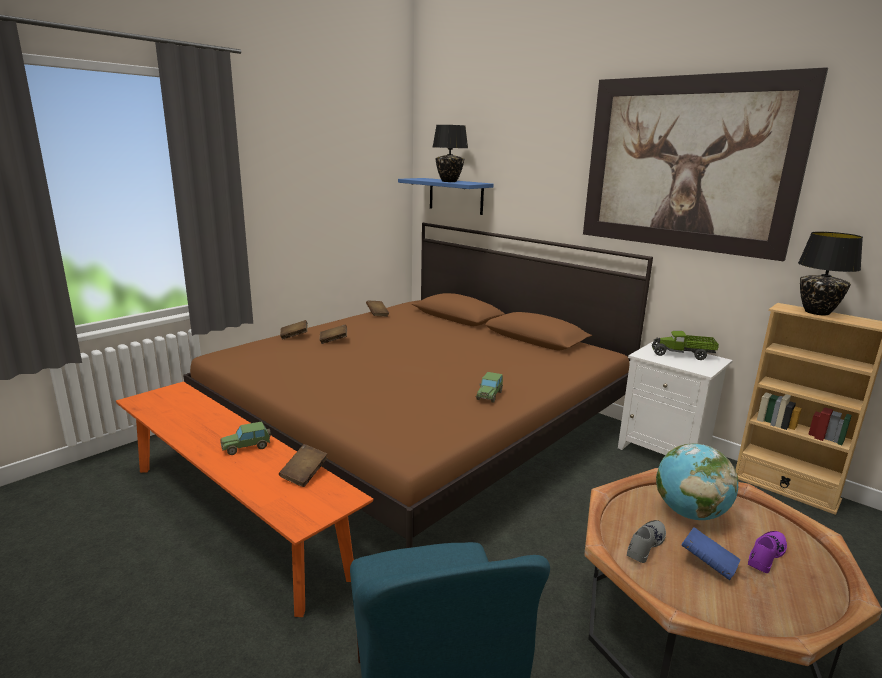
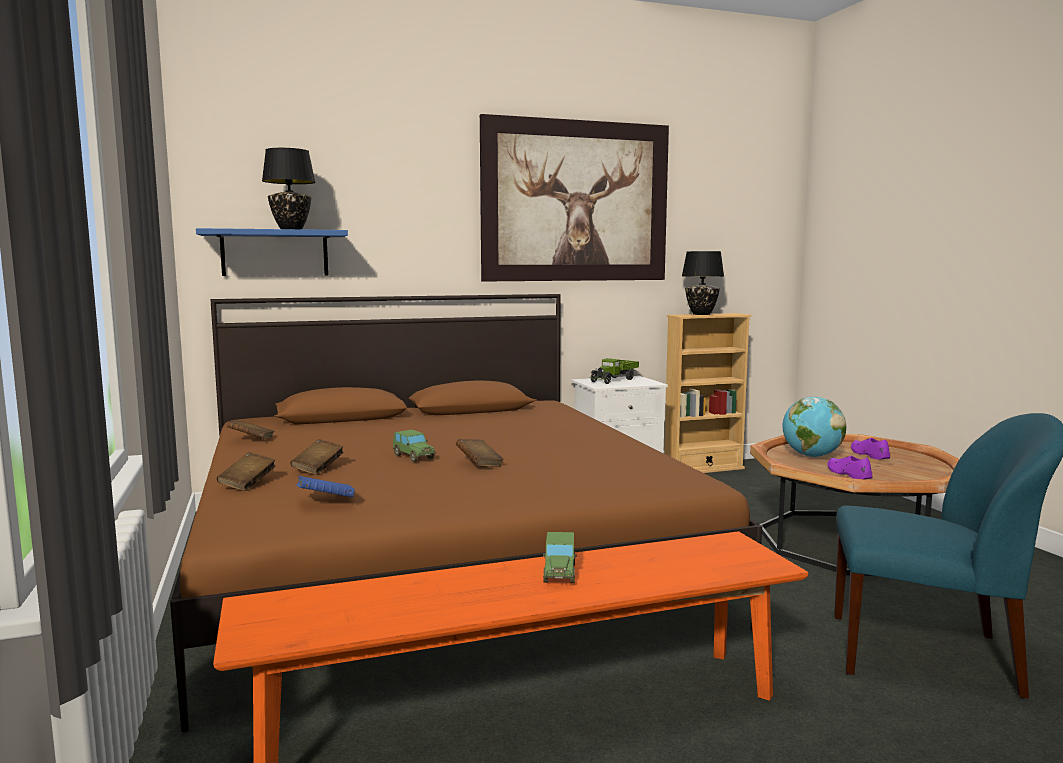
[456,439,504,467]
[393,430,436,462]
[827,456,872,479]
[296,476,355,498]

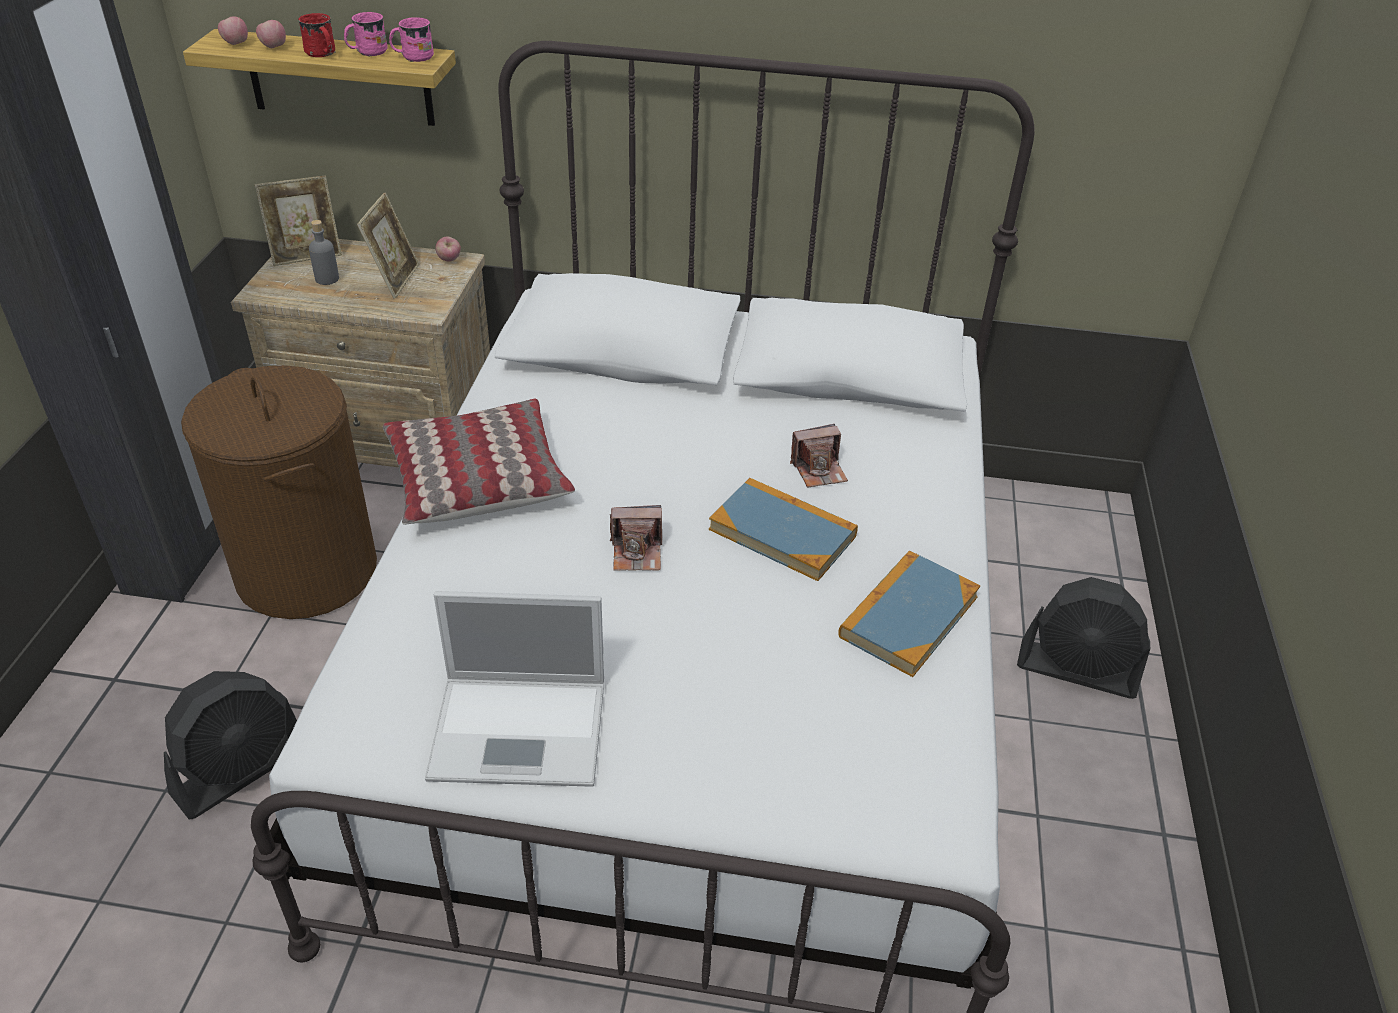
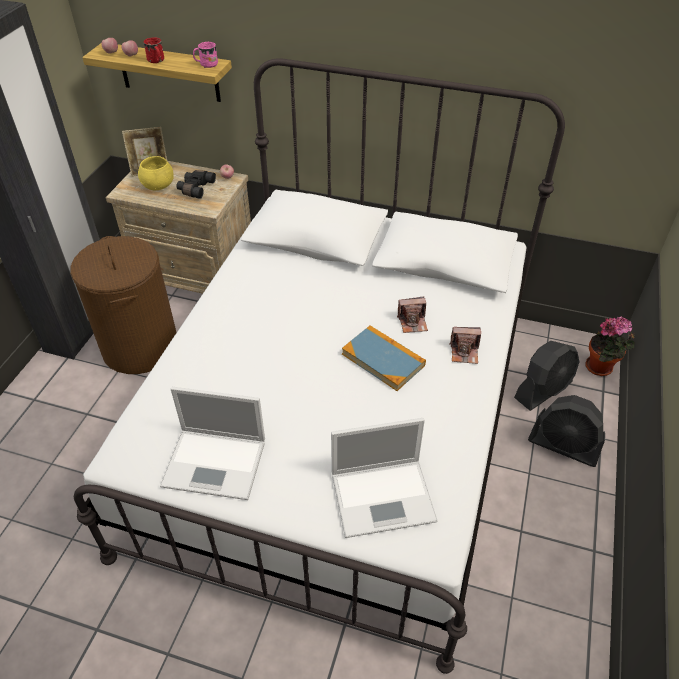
[514,341,579,411]
[138,156,174,190]
[344,12,388,57] (first image)
[176,170,216,199]
[383,399,575,525] (first image)
[449,327,481,364]
[838,551,980,677] (first image)
[331,418,438,538]
[585,316,635,376]

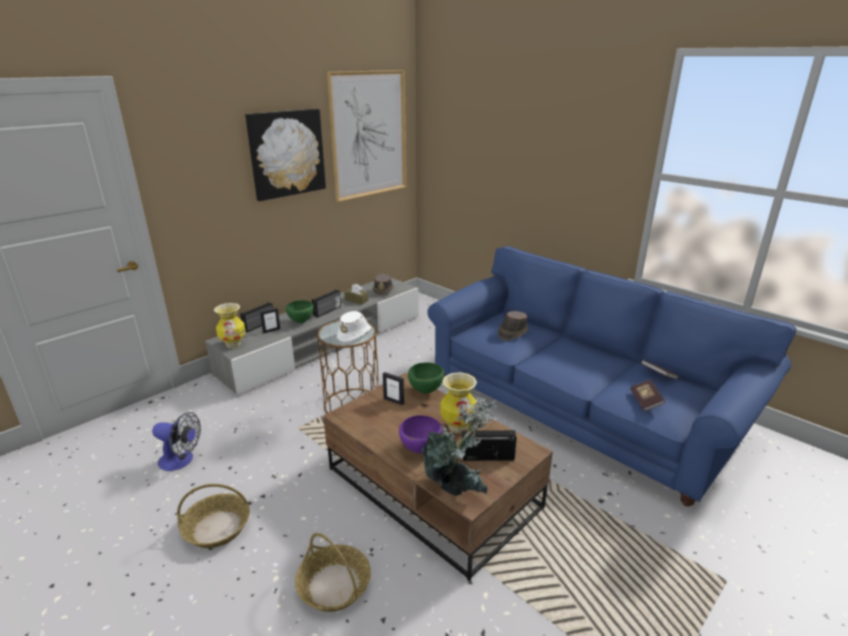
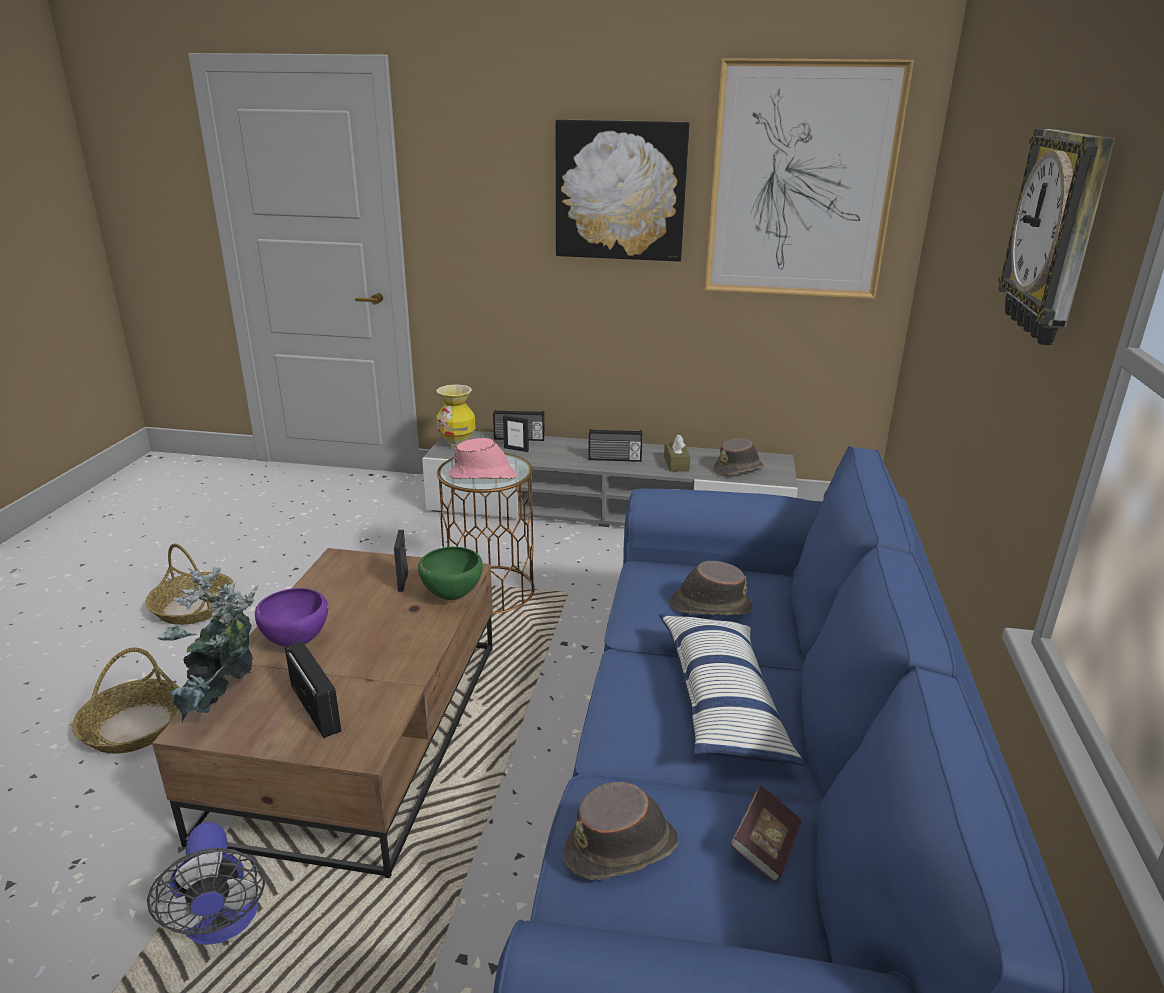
[147,822,265,945]
[286,300,314,323] (first image)
[449,438,517,479]
[440,372,477,434] (first image)
[563,782,679,880]
[659,614,805,765]
[998,129,1115,345]

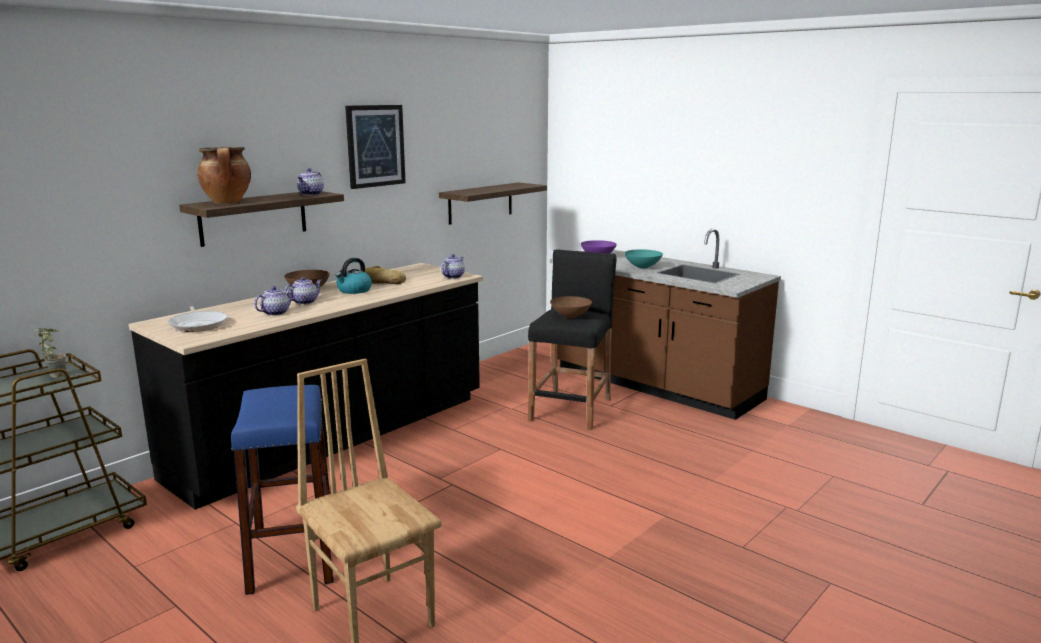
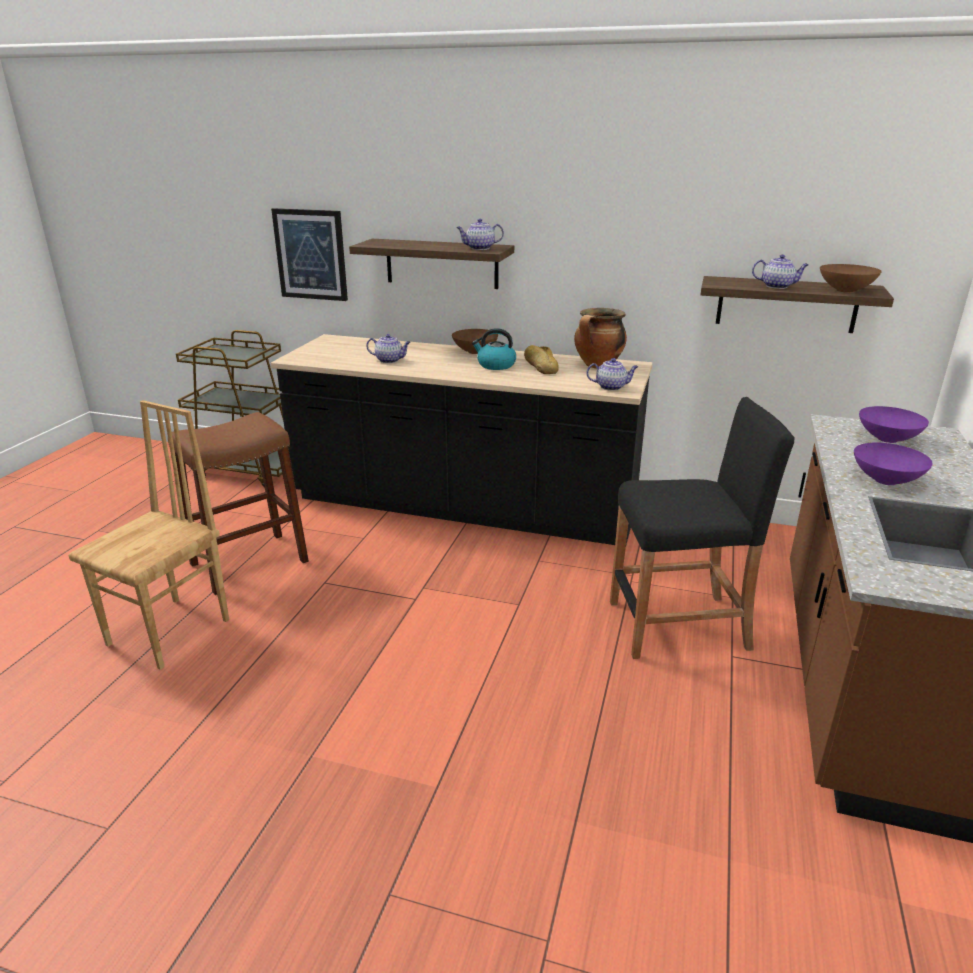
[33,328,66,378] (first image)
[168,306,227,332] (first image)
[574,308,627,368]
[168,412,309,595]
[752,255,809,289]
[271,208,348,301]
[820,264,882,293]
[854,443,933,485]

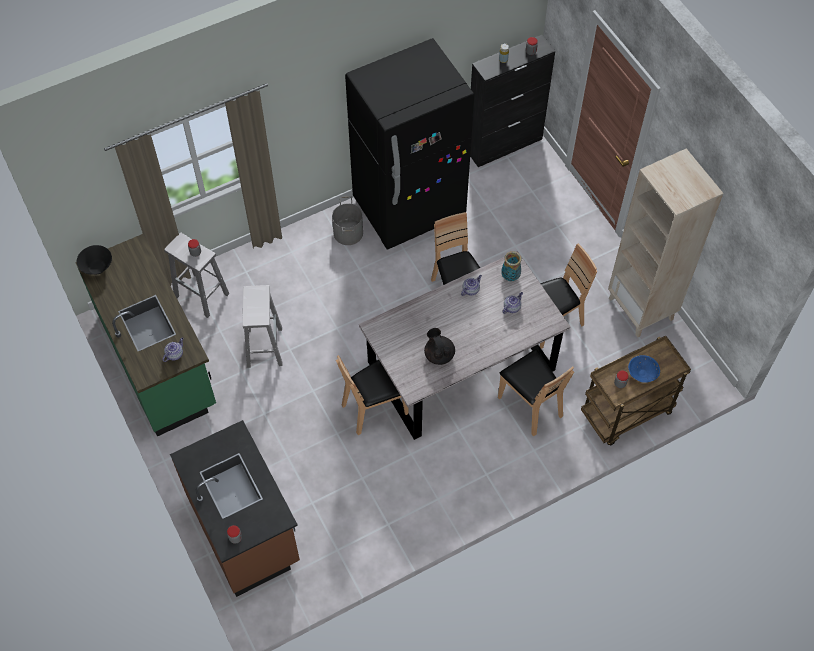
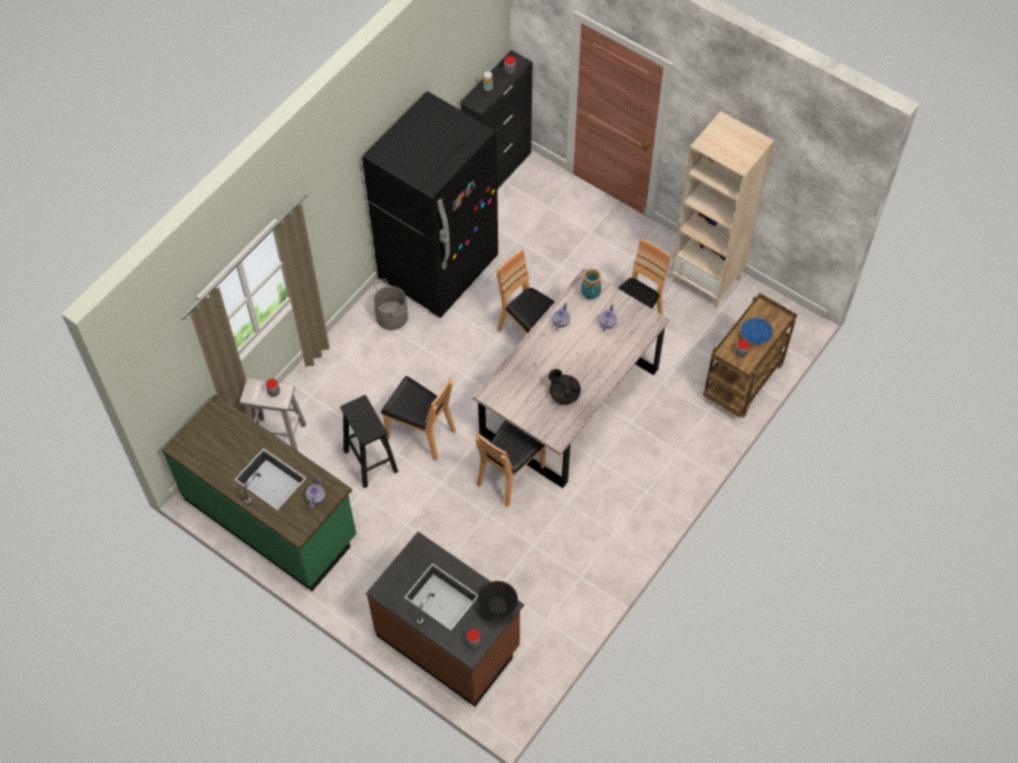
[477,581,518,619]
[340,395,398,488]
[381,376,456,460]

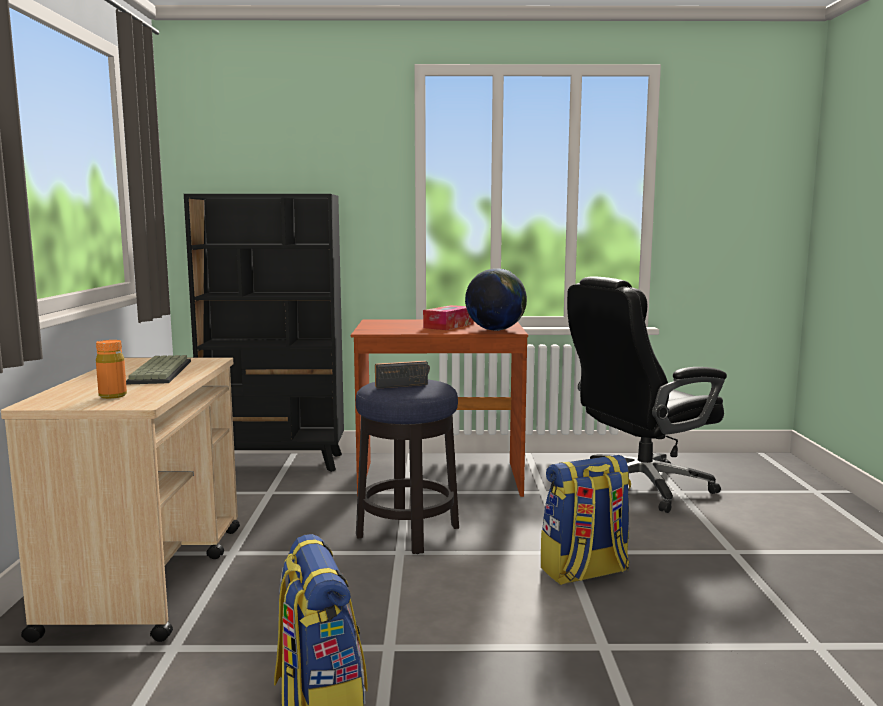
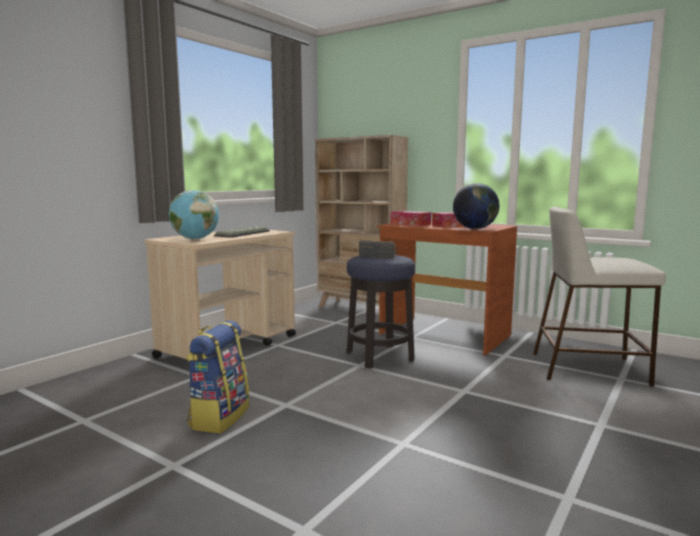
[169,190,219,240]
[315,135,408,307]
[541,455,631,585] (first image)
[533,206,666,387]
[391,211,431,226]

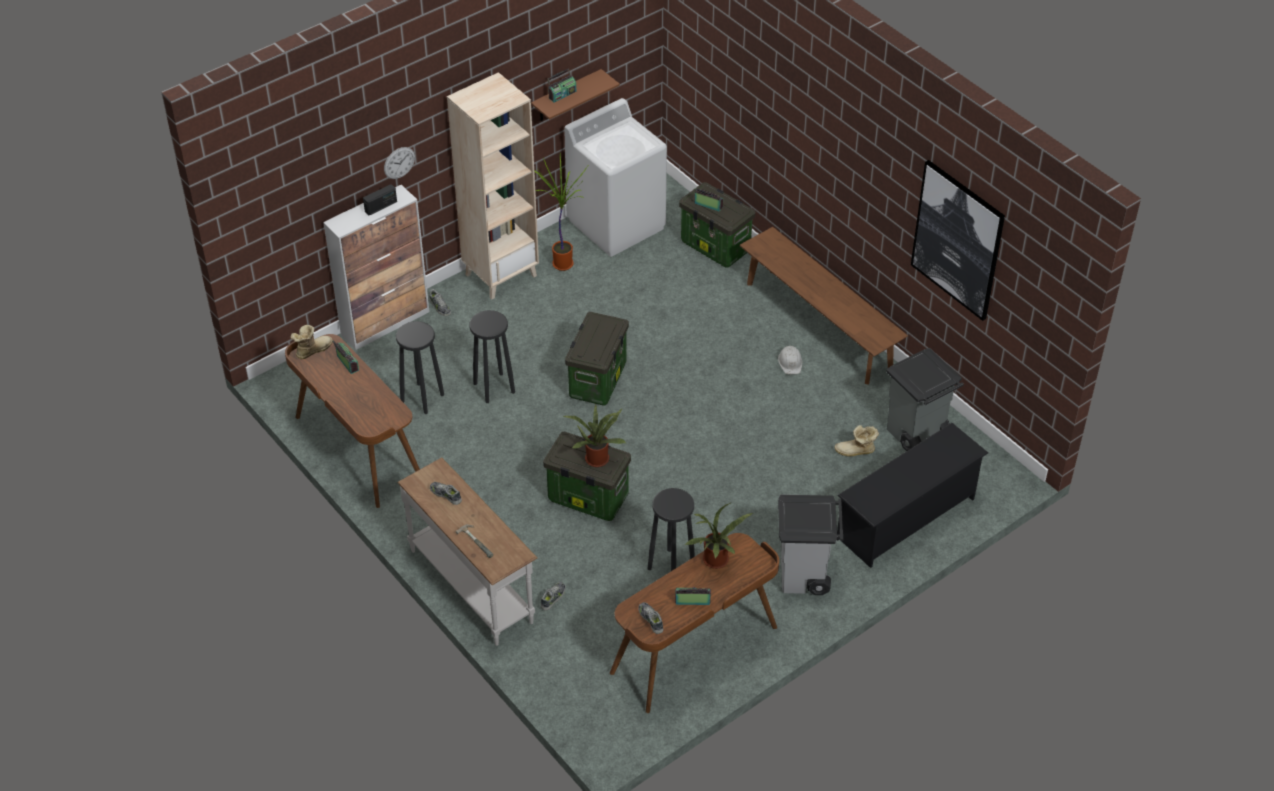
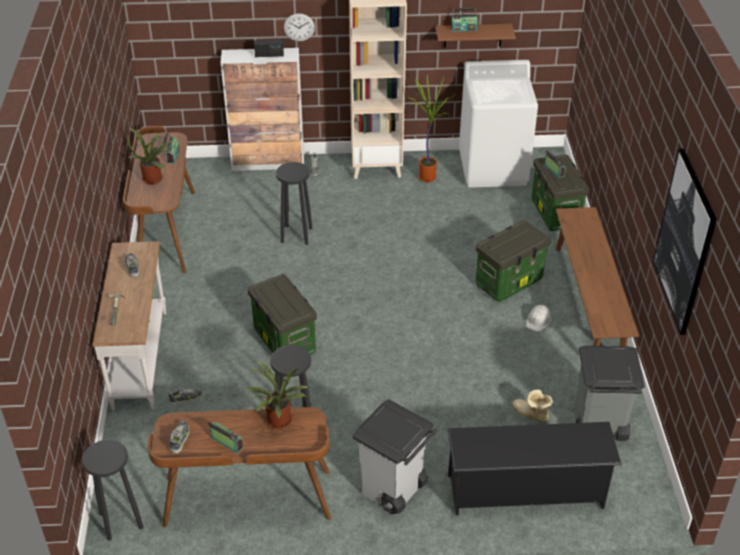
[290,325,333,359] (first image)
[82,440,144,540]
[127,128,174,185]
[476,220,551,302]

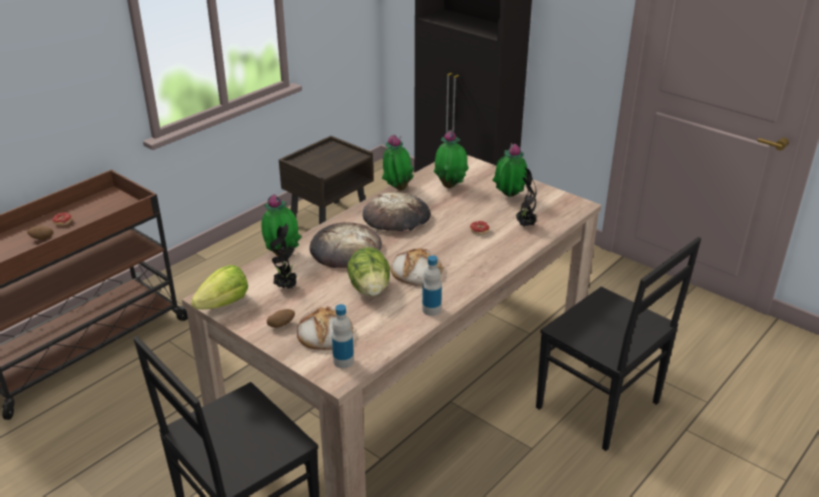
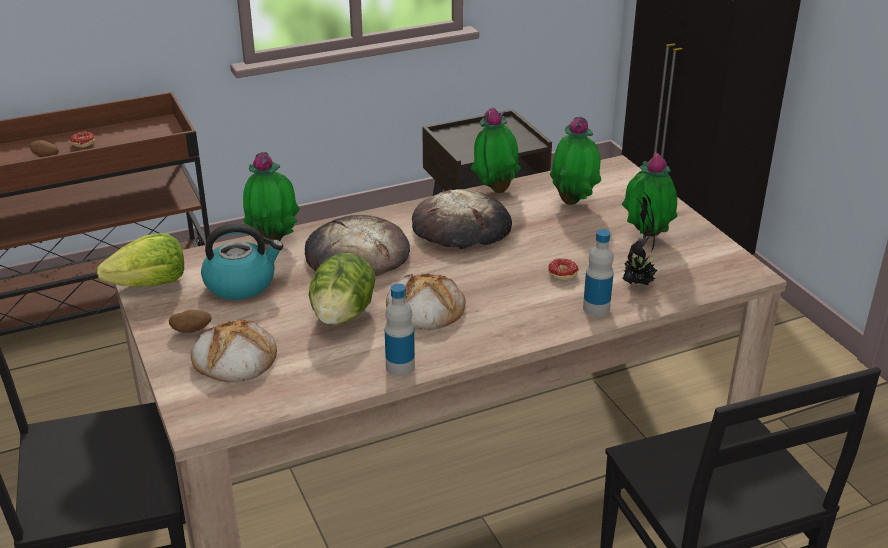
[201,223,283,300]
[583,229,614,317]

